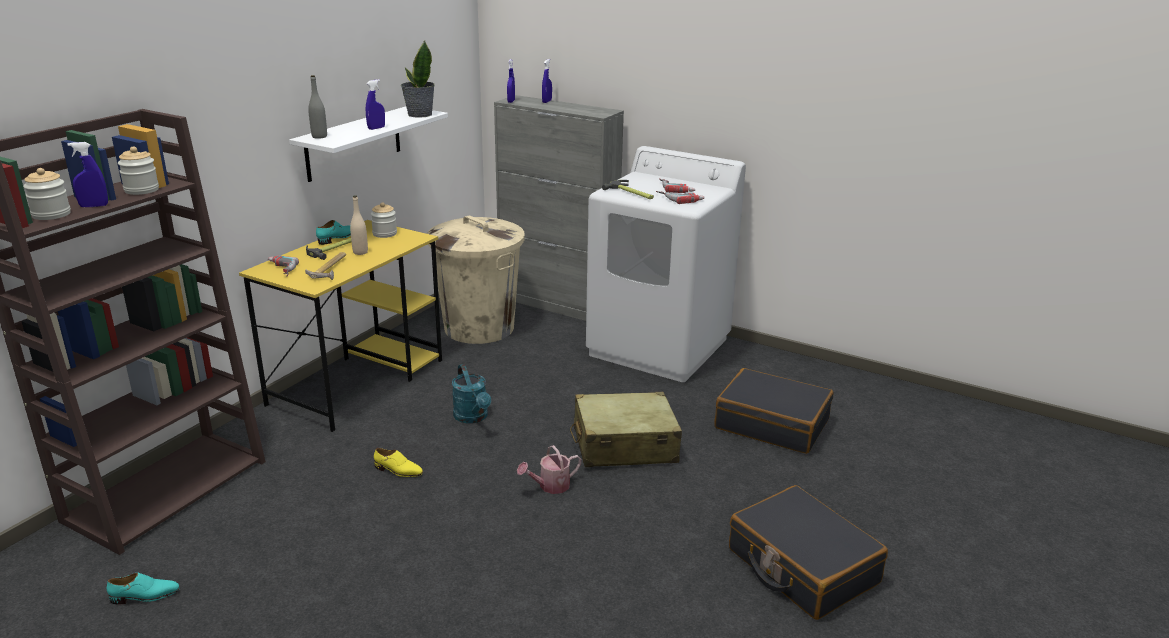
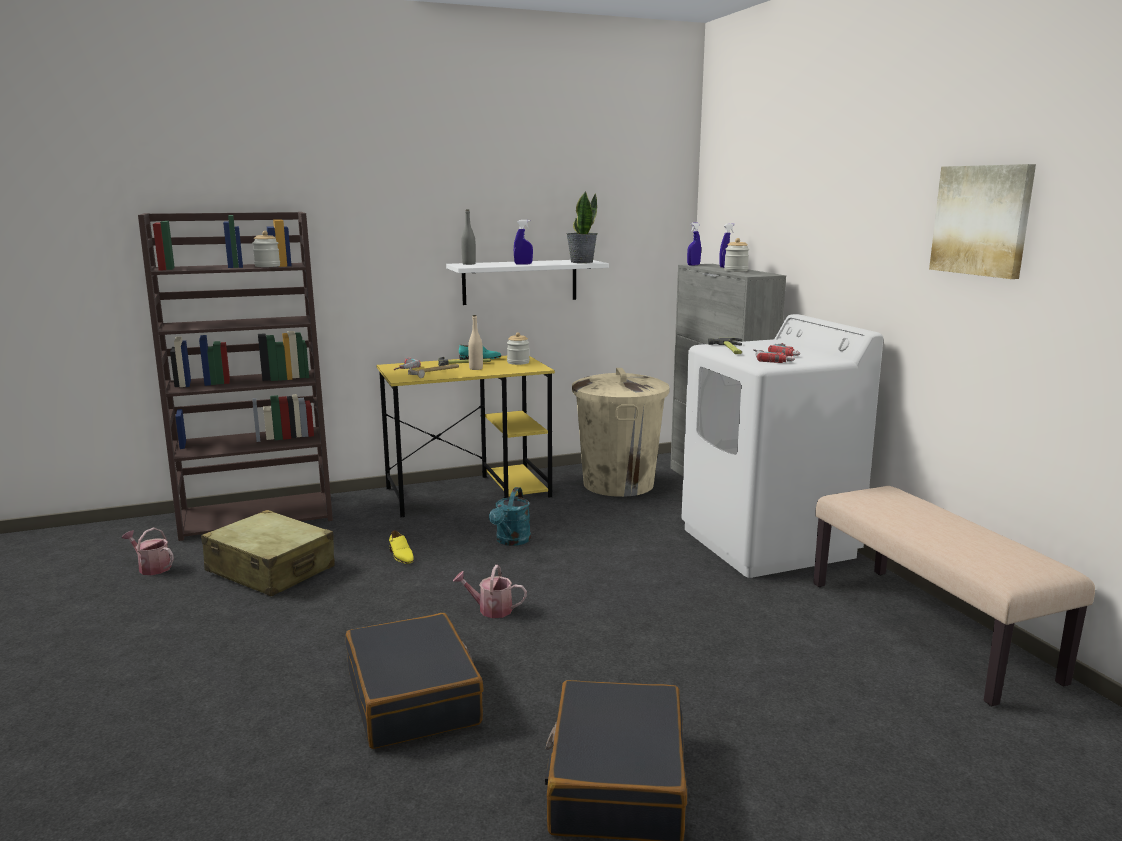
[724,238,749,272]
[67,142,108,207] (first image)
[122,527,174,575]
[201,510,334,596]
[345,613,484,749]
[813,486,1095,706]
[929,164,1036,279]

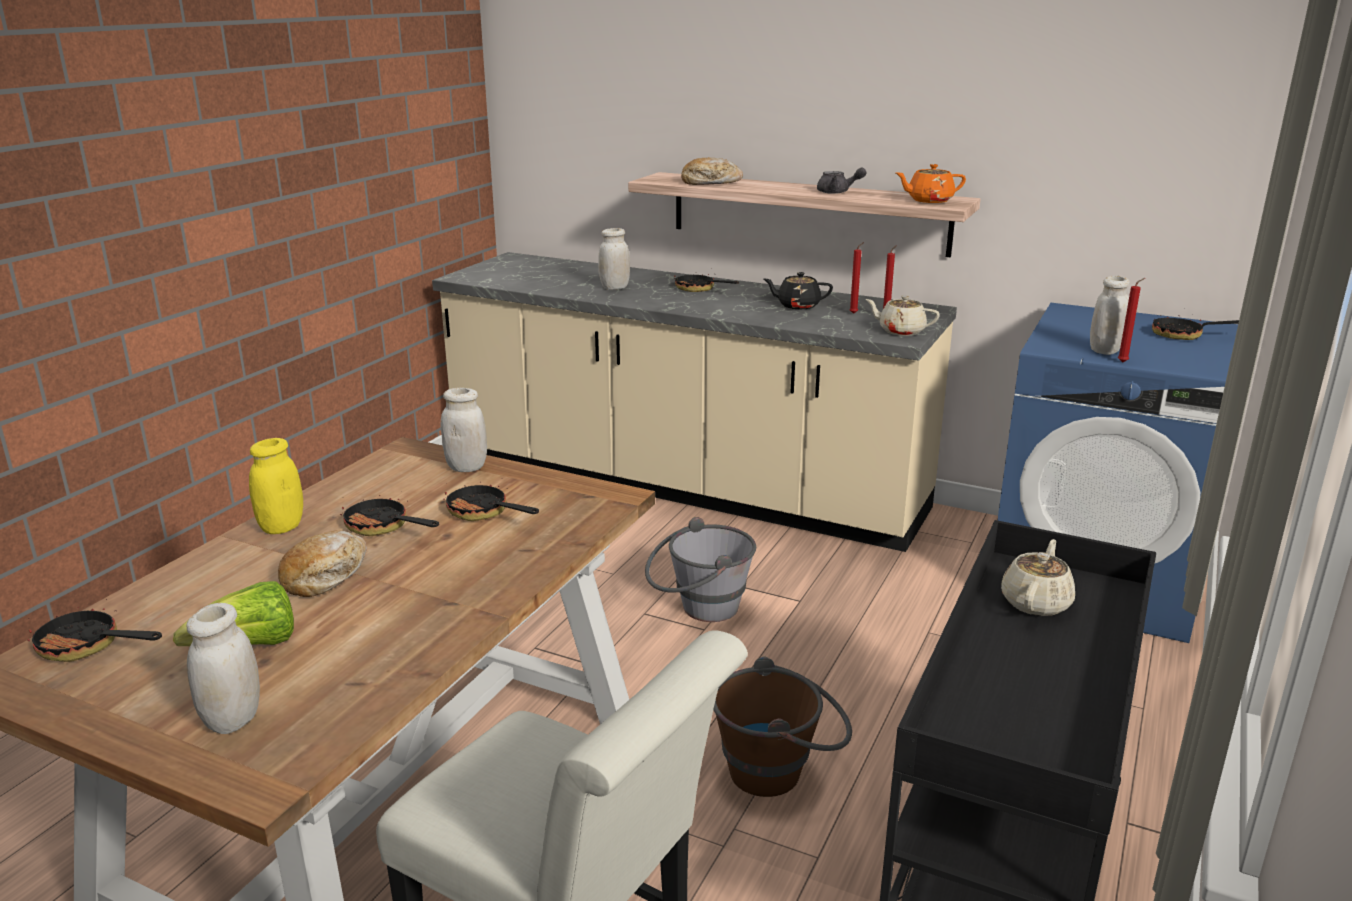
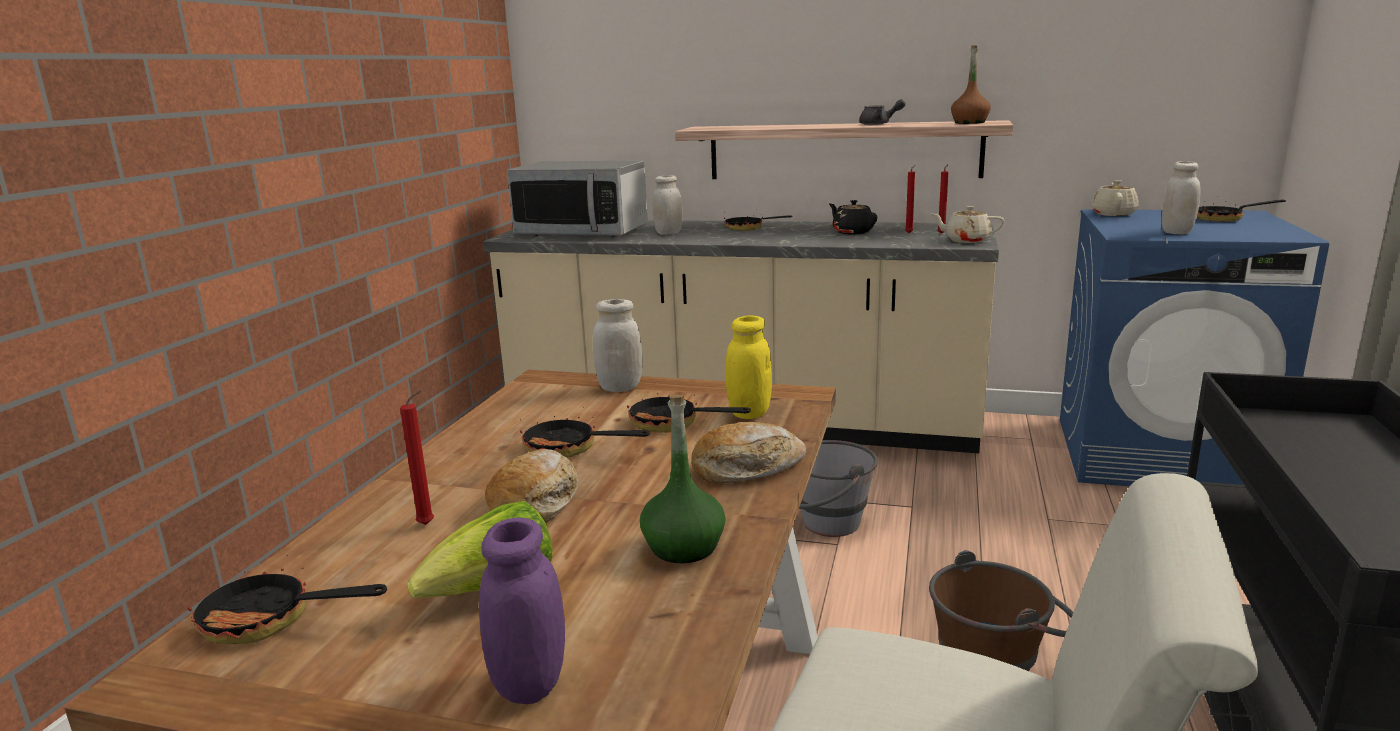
[479,518,565,704]
[725,316,772,419]
[691,422,806,483]
[829,200,877,235]
[951,45,991,124]
[1092,180,1139,216]
[400,390,434,525]
[507,161,648,237]
[640,395,726,563]

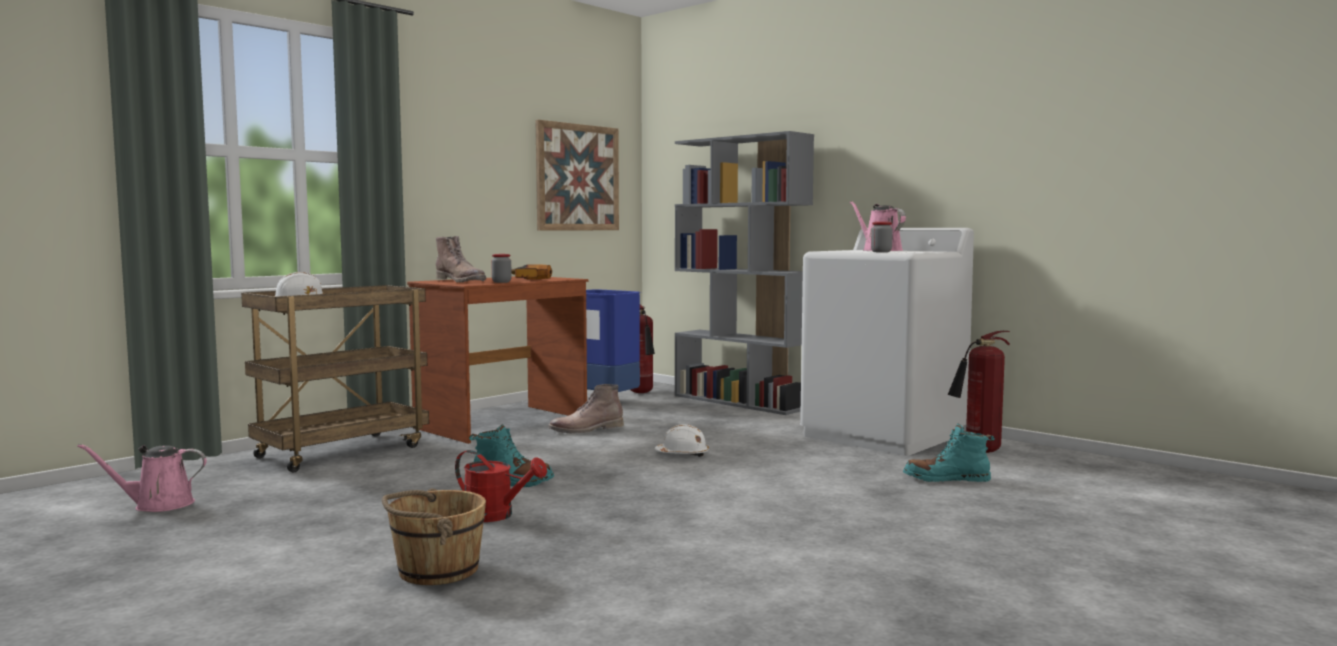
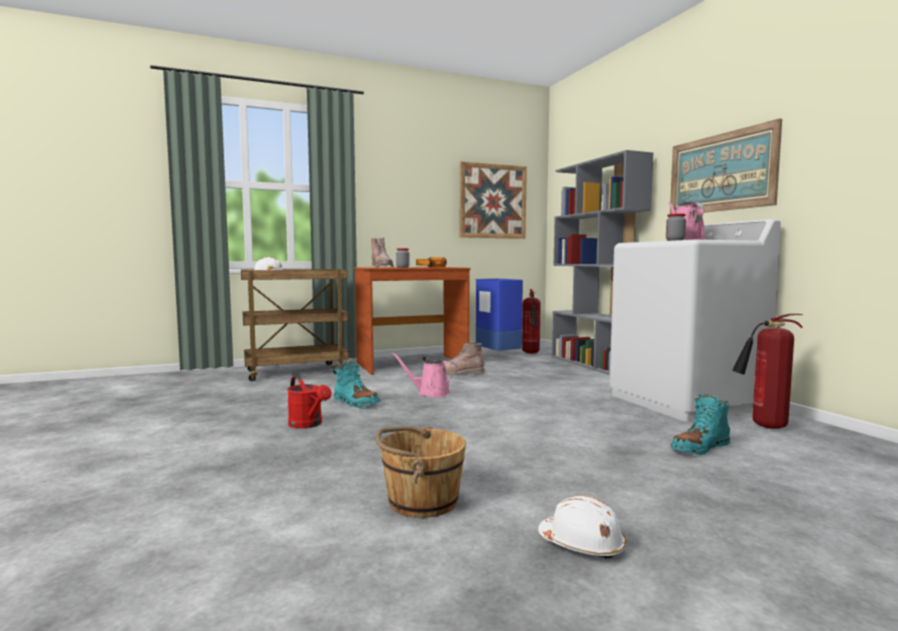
[391,352,458,397]
[376,426,466,518]
[538,495,626,559]
[671,394,730,455]
[670,118,782,214]

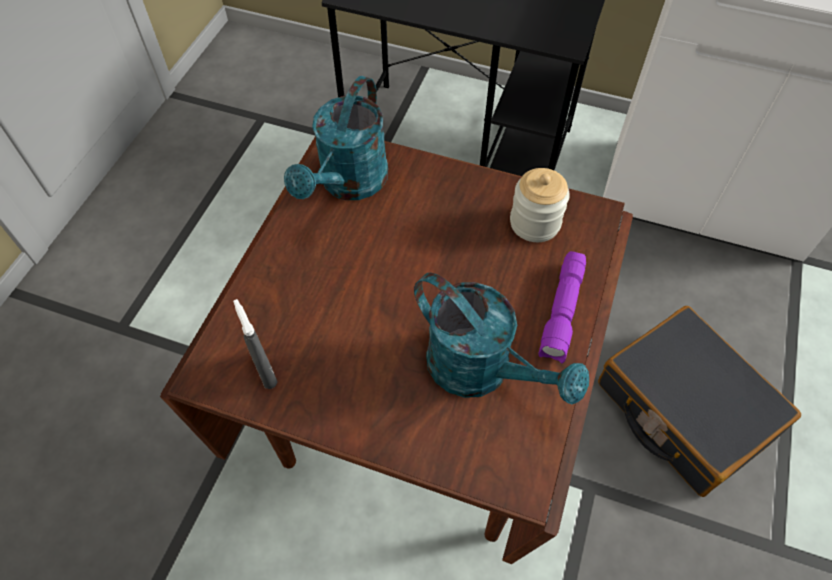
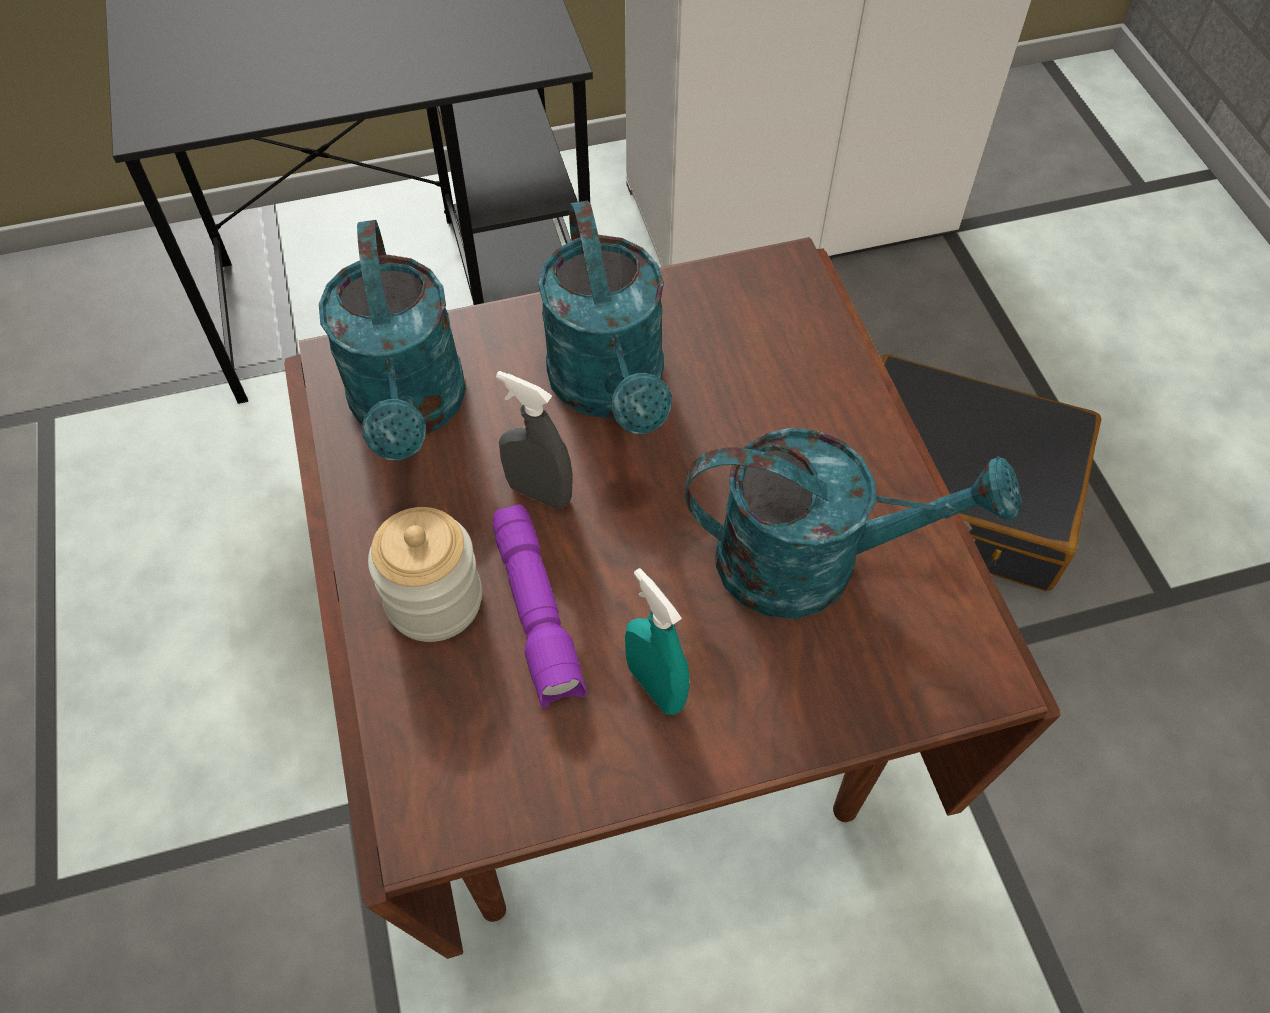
[496,371,573,509]
[368,507,482,642]
[493,504,587,708]
[538,200,672,434]
[625,568,689,715]

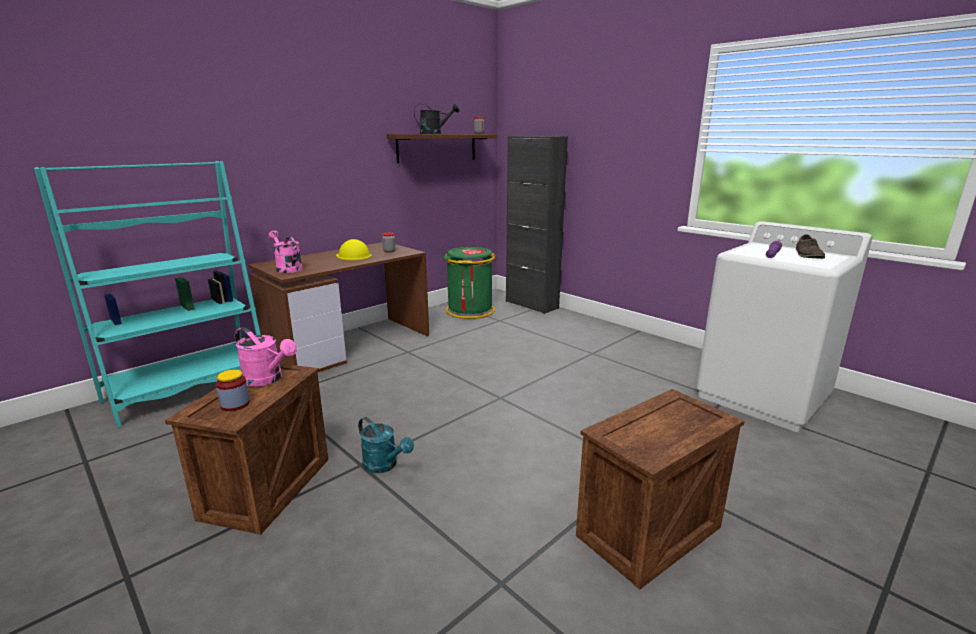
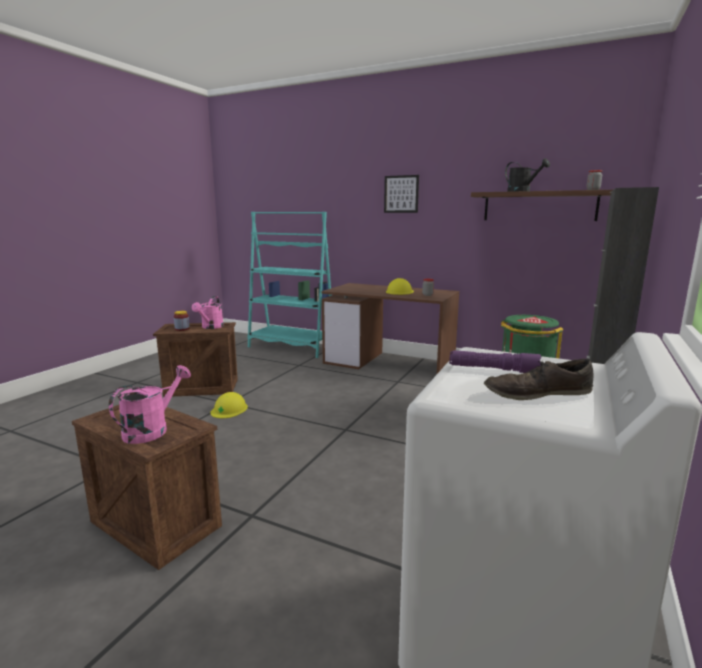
[109,365,191,444]
[210,392,248,418]
[384,175,419,213]

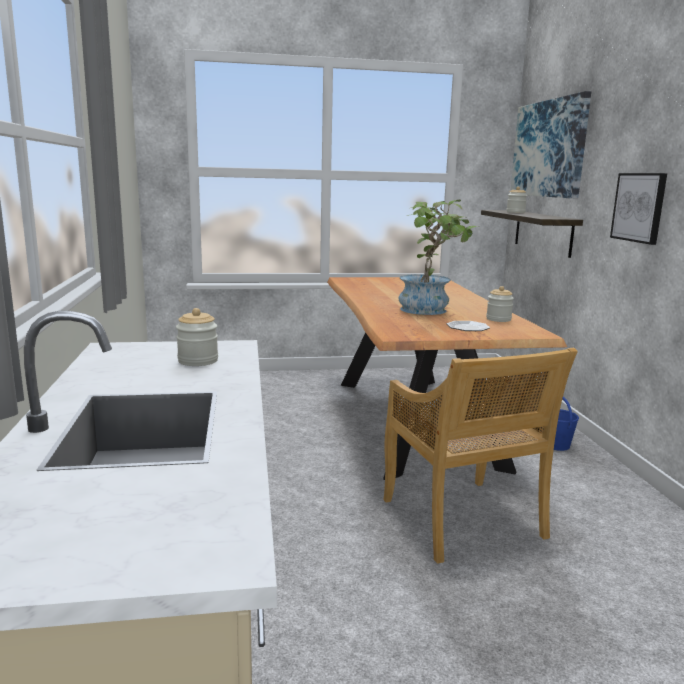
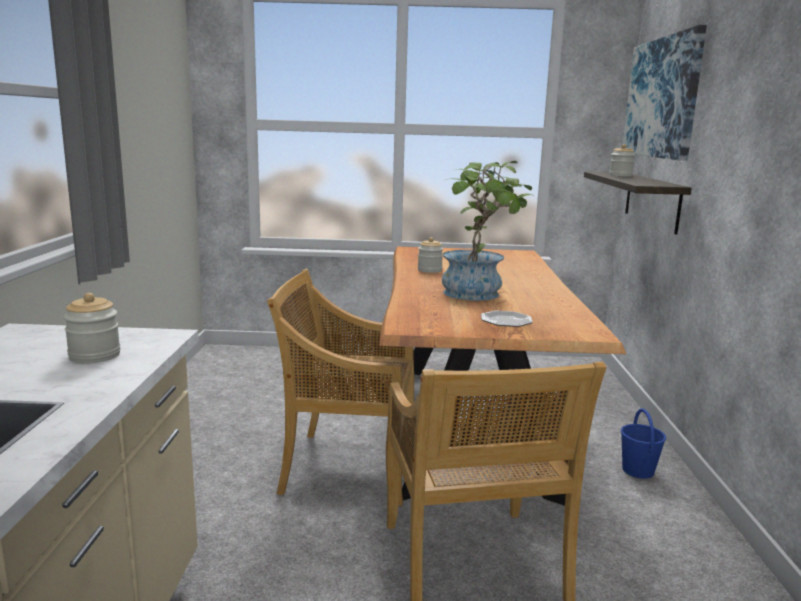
[418,237,443,273]
[610,173,667,245] (first image)
[267,269,414,506]

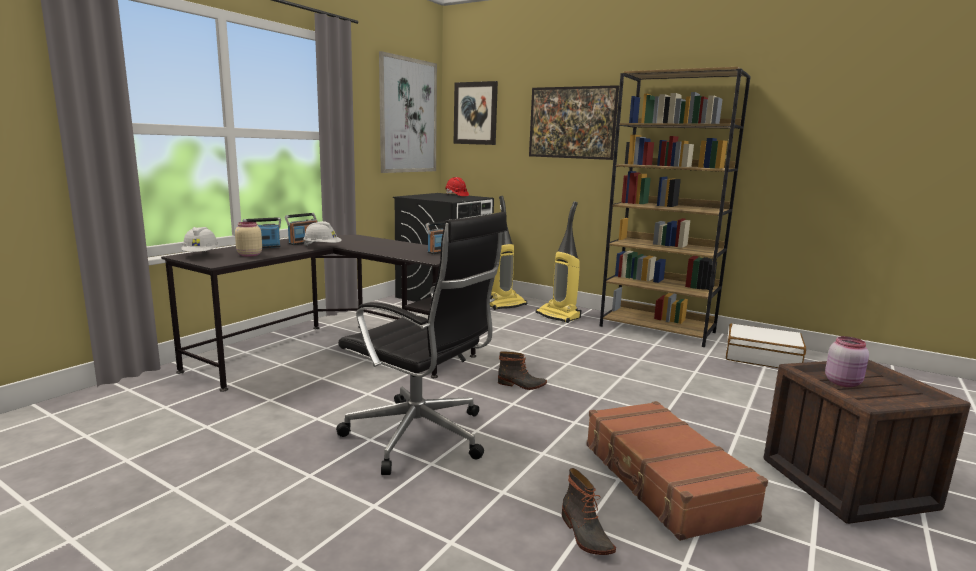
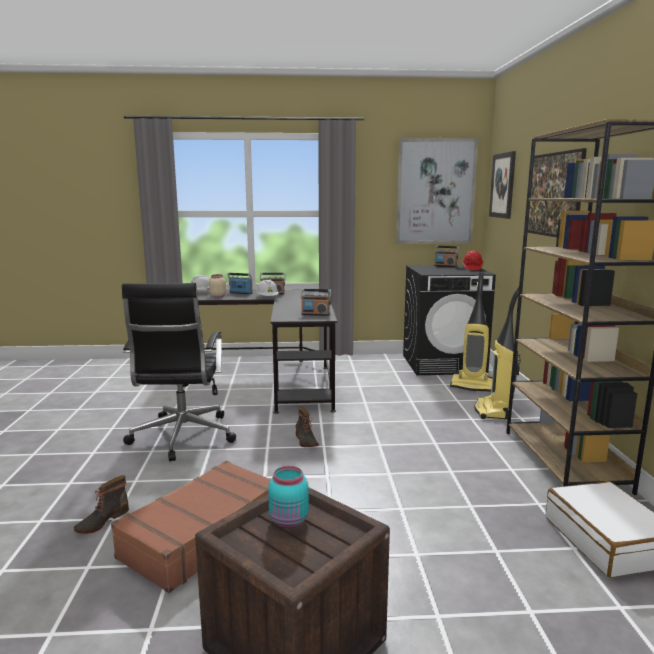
[268,466,309,528]
[434,246,459,267]

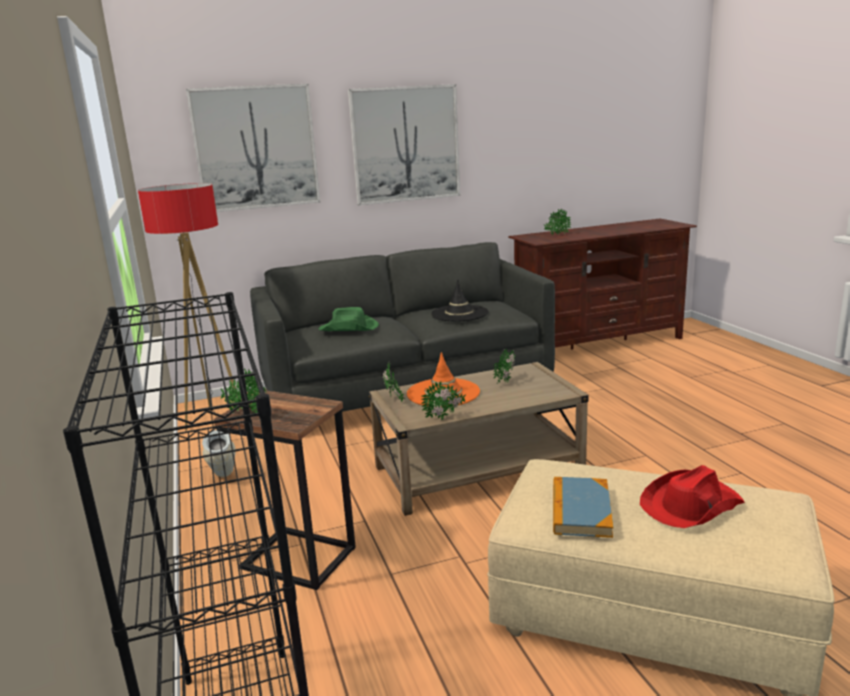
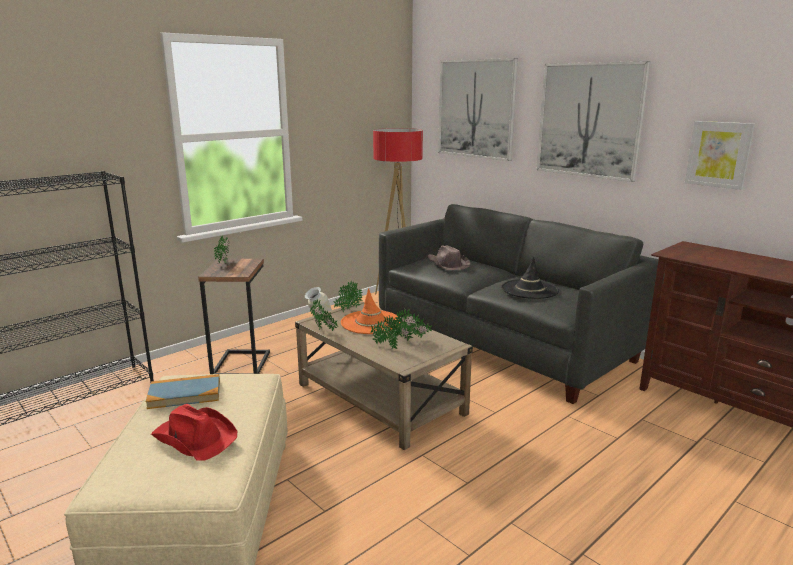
[427,245,470,270]
[370,315,402,349]
[685,121,755,190]

